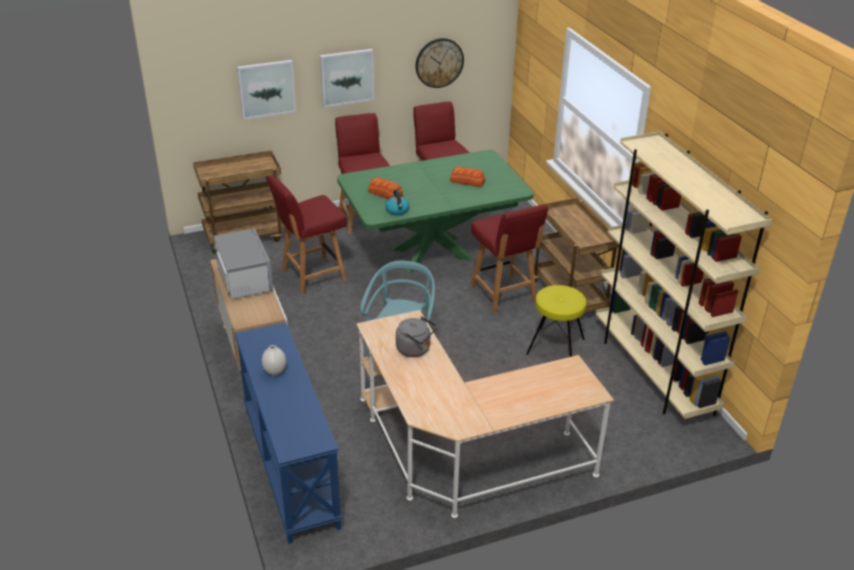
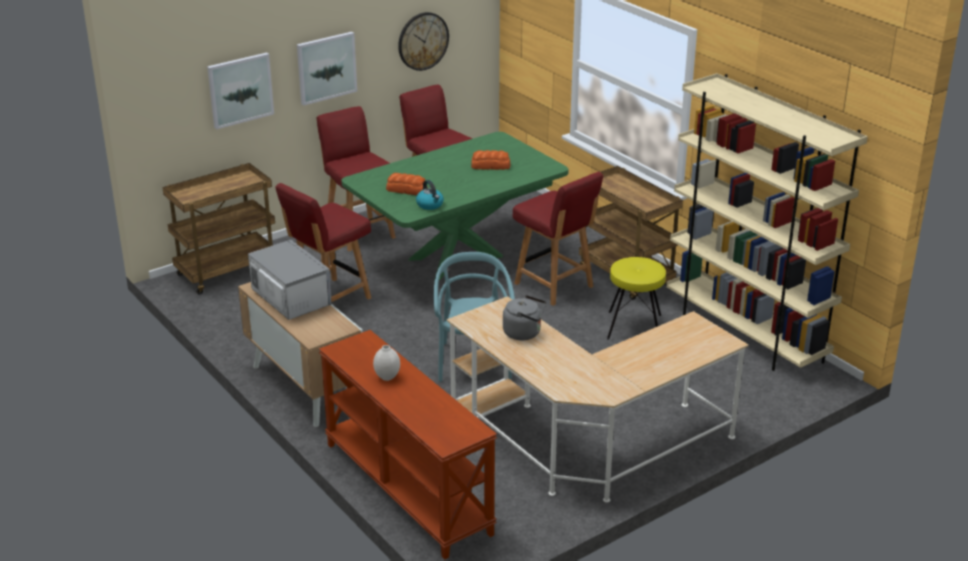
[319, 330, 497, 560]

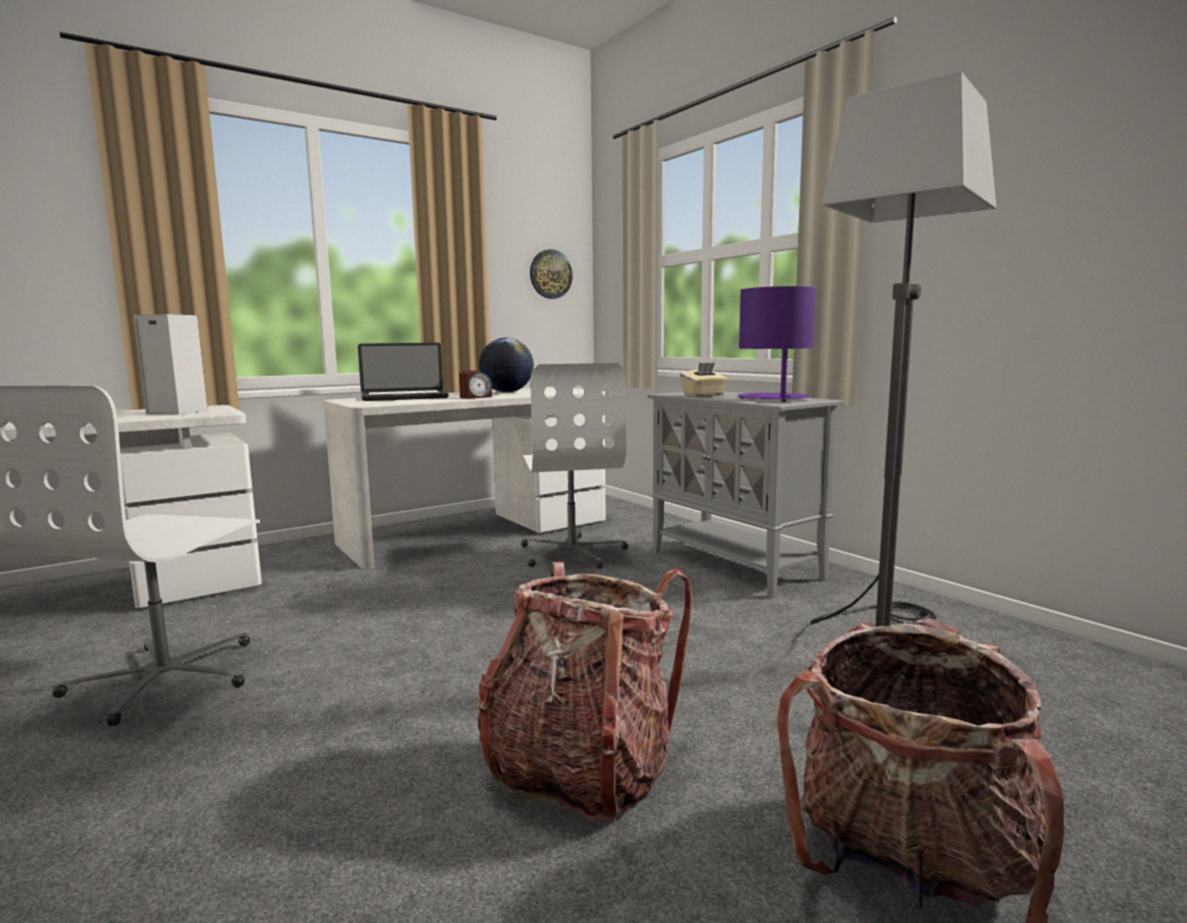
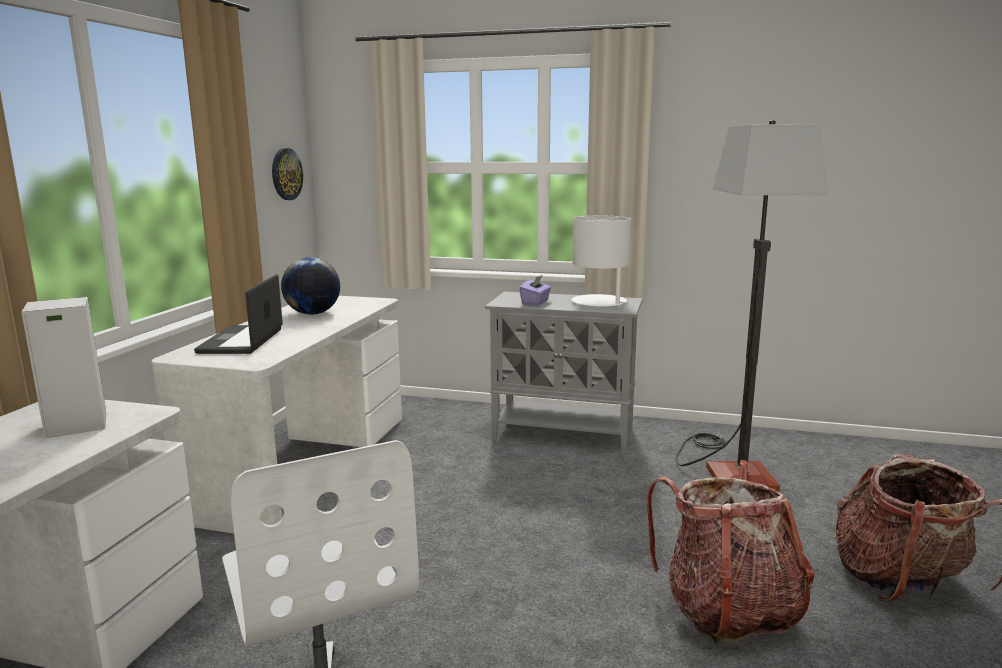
[194, 274, 283, 354]
[459, 371, 492, 399] (first image)
[521, 363, 628, 569] (first image)
[519, 275, 551, 306]
[571, 216, 631, 307]

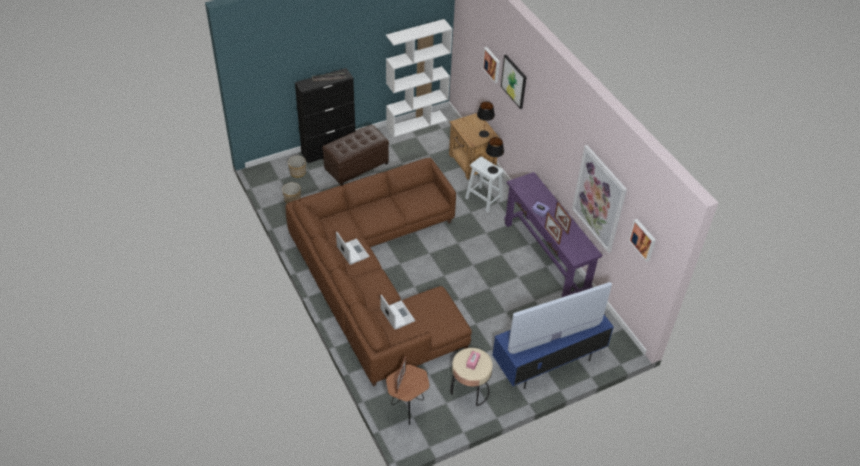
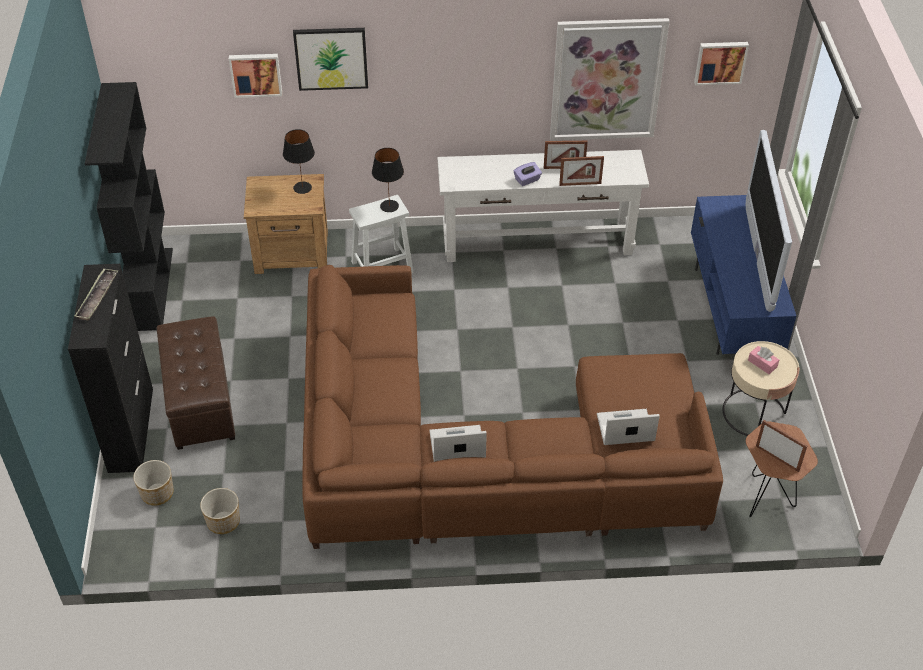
[85, 82, 173, 331]
[437, 150, 649, 262]

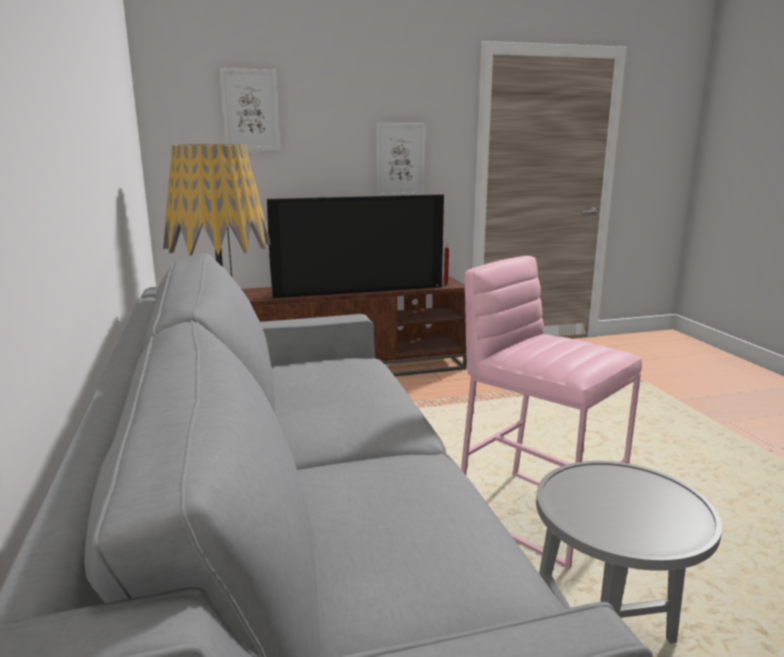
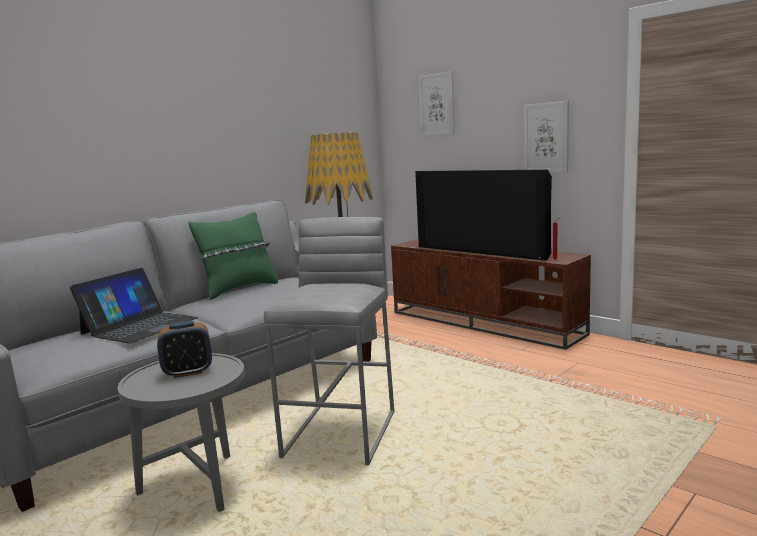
[264, 217, 394, 465]
[70, 268, 198, 344]
[157, 321, 212, 378]
[188, 212, 278, 300]

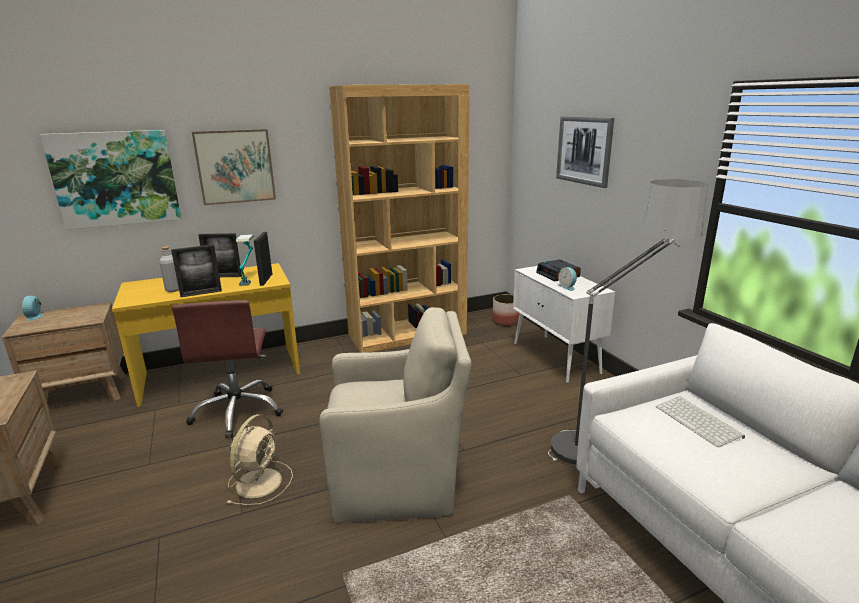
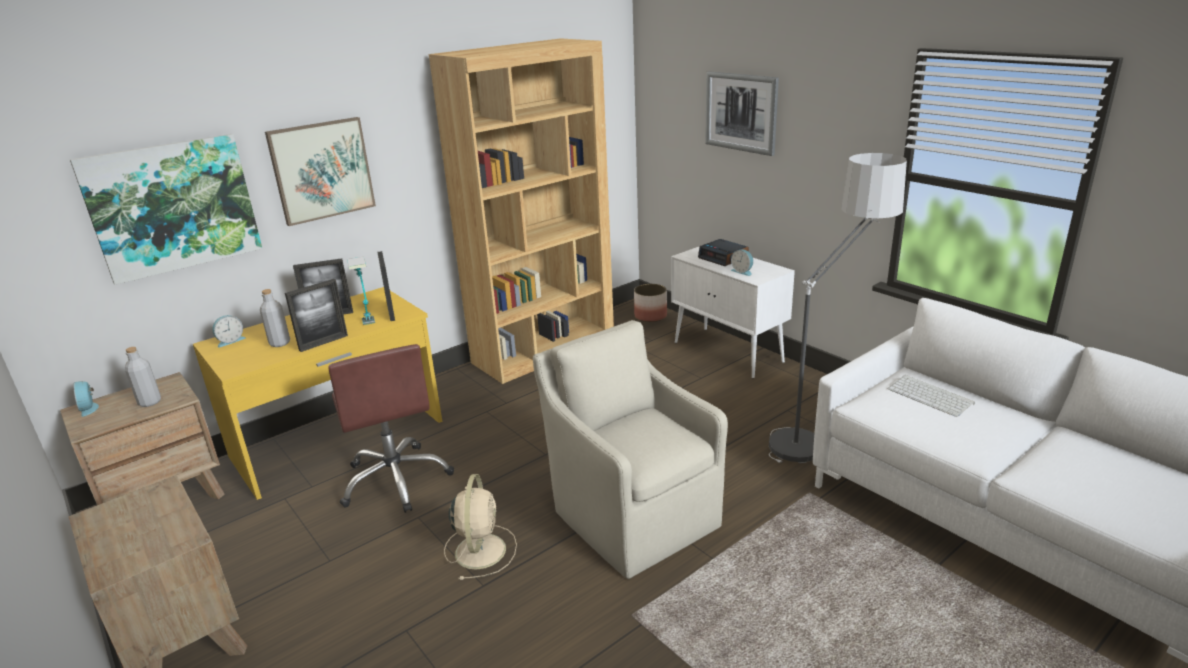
[533, 320, 728, 579]
[125, 347, 161, 407]
[212, 315, 246, 348]

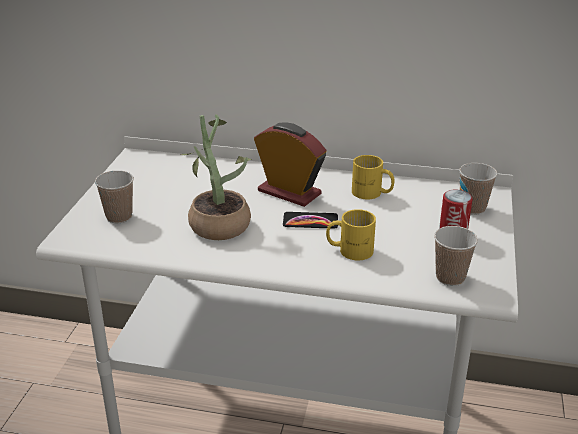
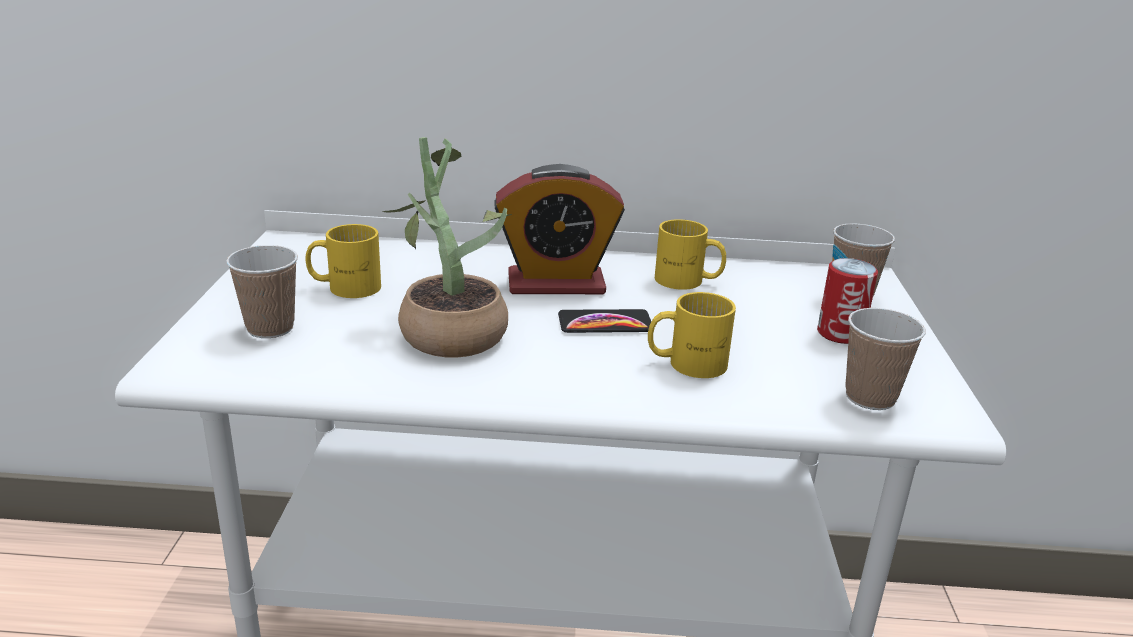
[494, 164, 625, 294]
[306, 224, 381, 298]

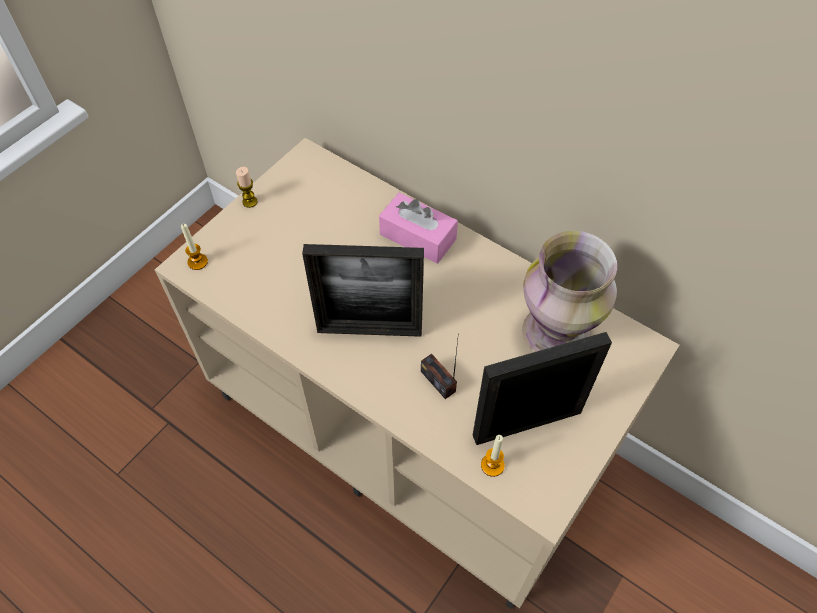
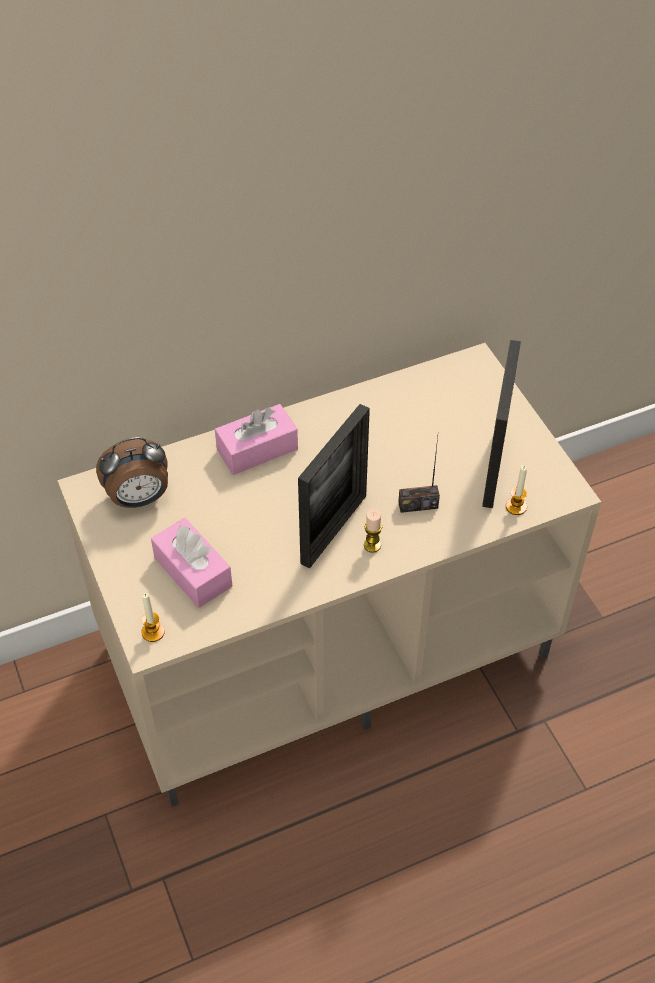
[364, 508, 382, 553]
[522, 231, 617, 352] (first image)
[96, 437, 168, 508]
[151, 518, 232, 608]

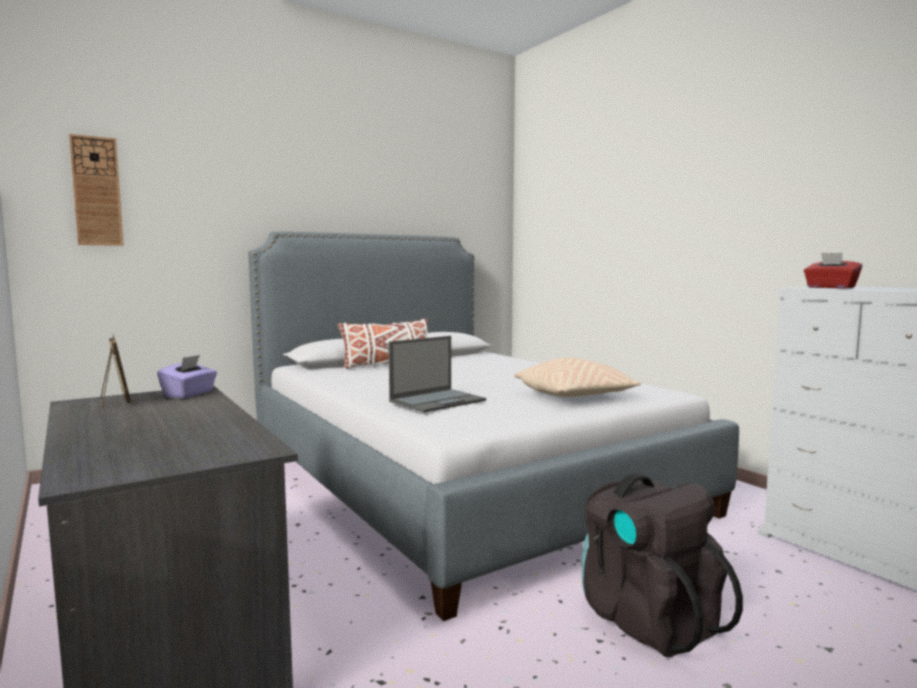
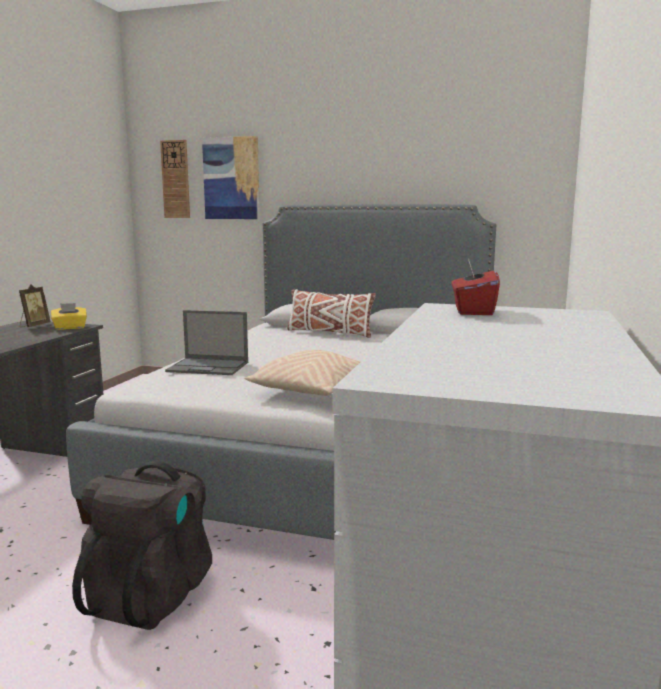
[51, 303, 87, 330]
[202, 136, 260, 219]

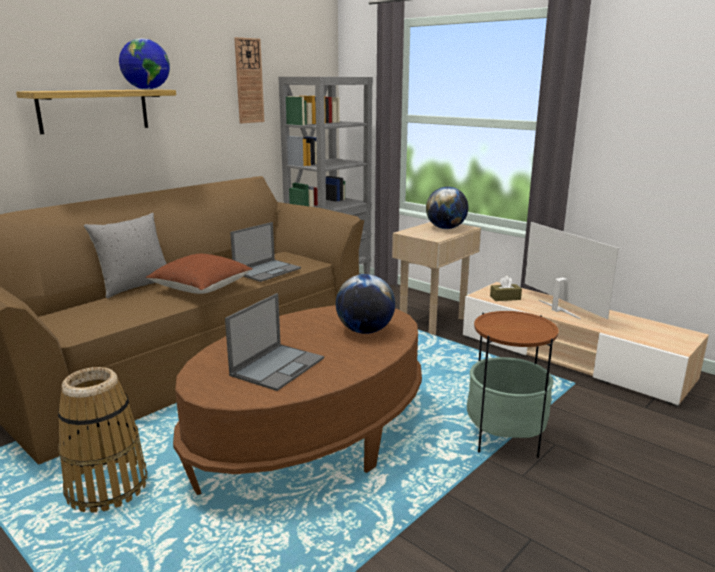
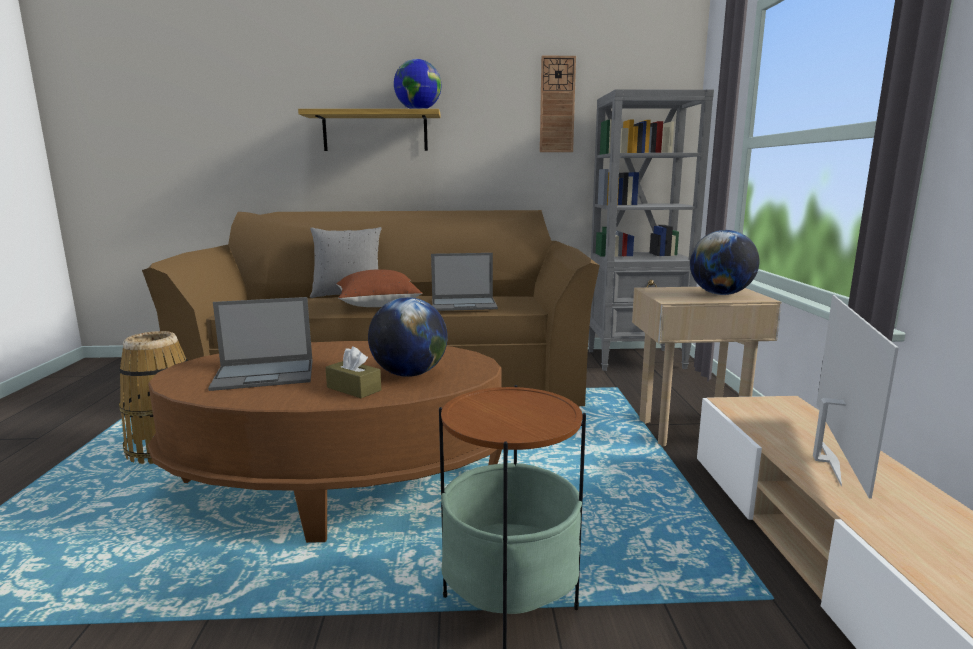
[325, 346, 381, 398]

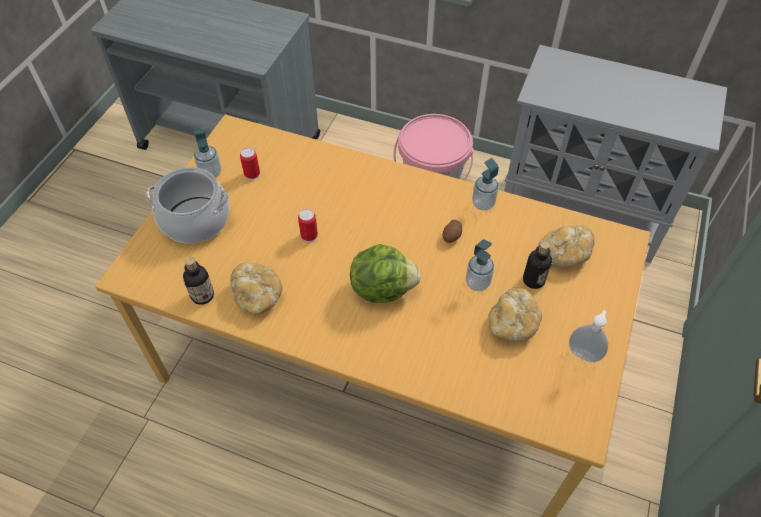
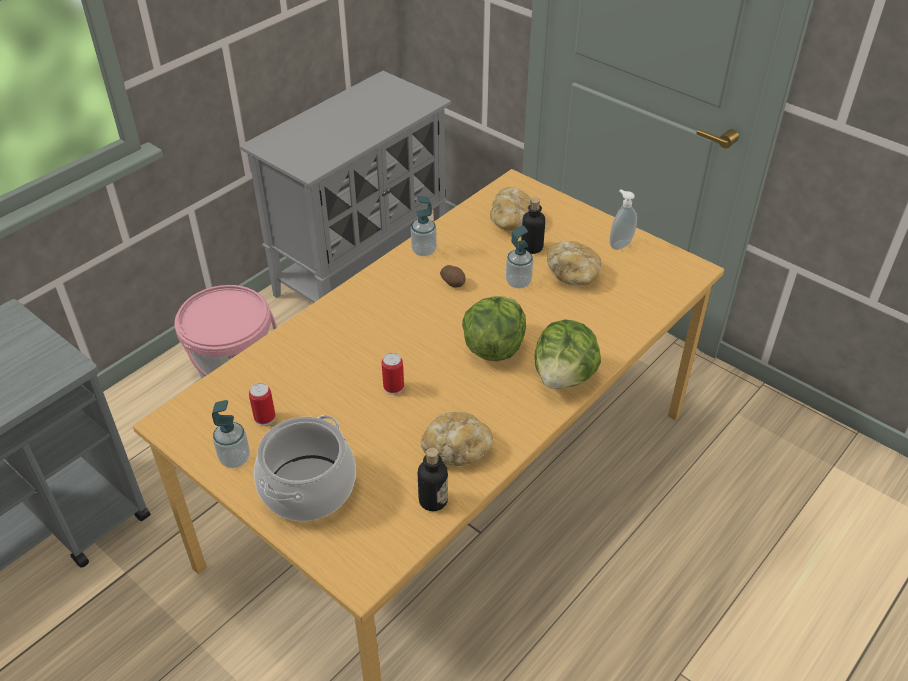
[535, 319, 601, 389]

